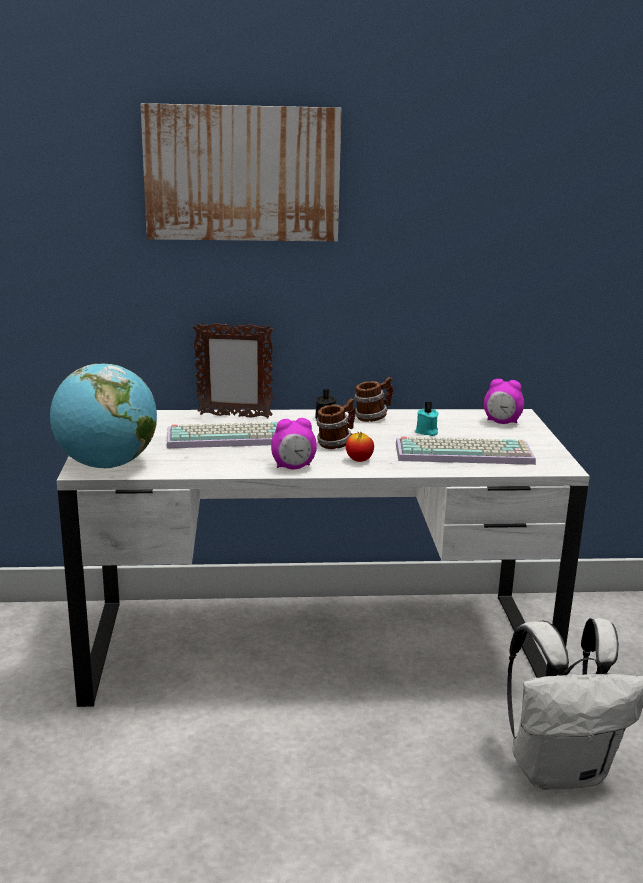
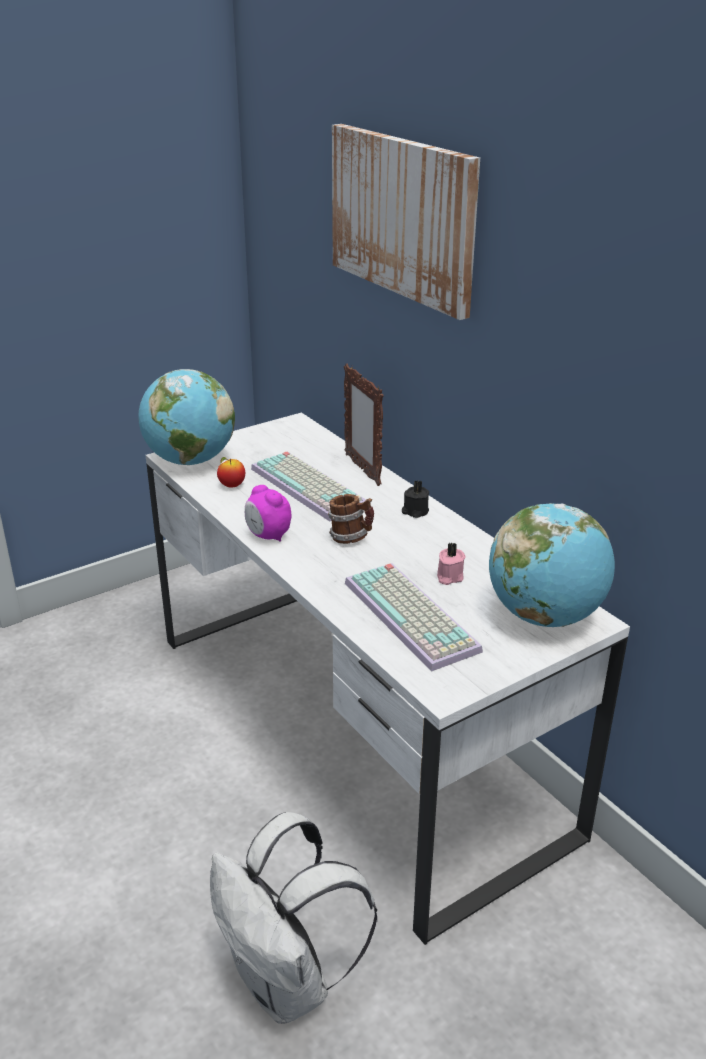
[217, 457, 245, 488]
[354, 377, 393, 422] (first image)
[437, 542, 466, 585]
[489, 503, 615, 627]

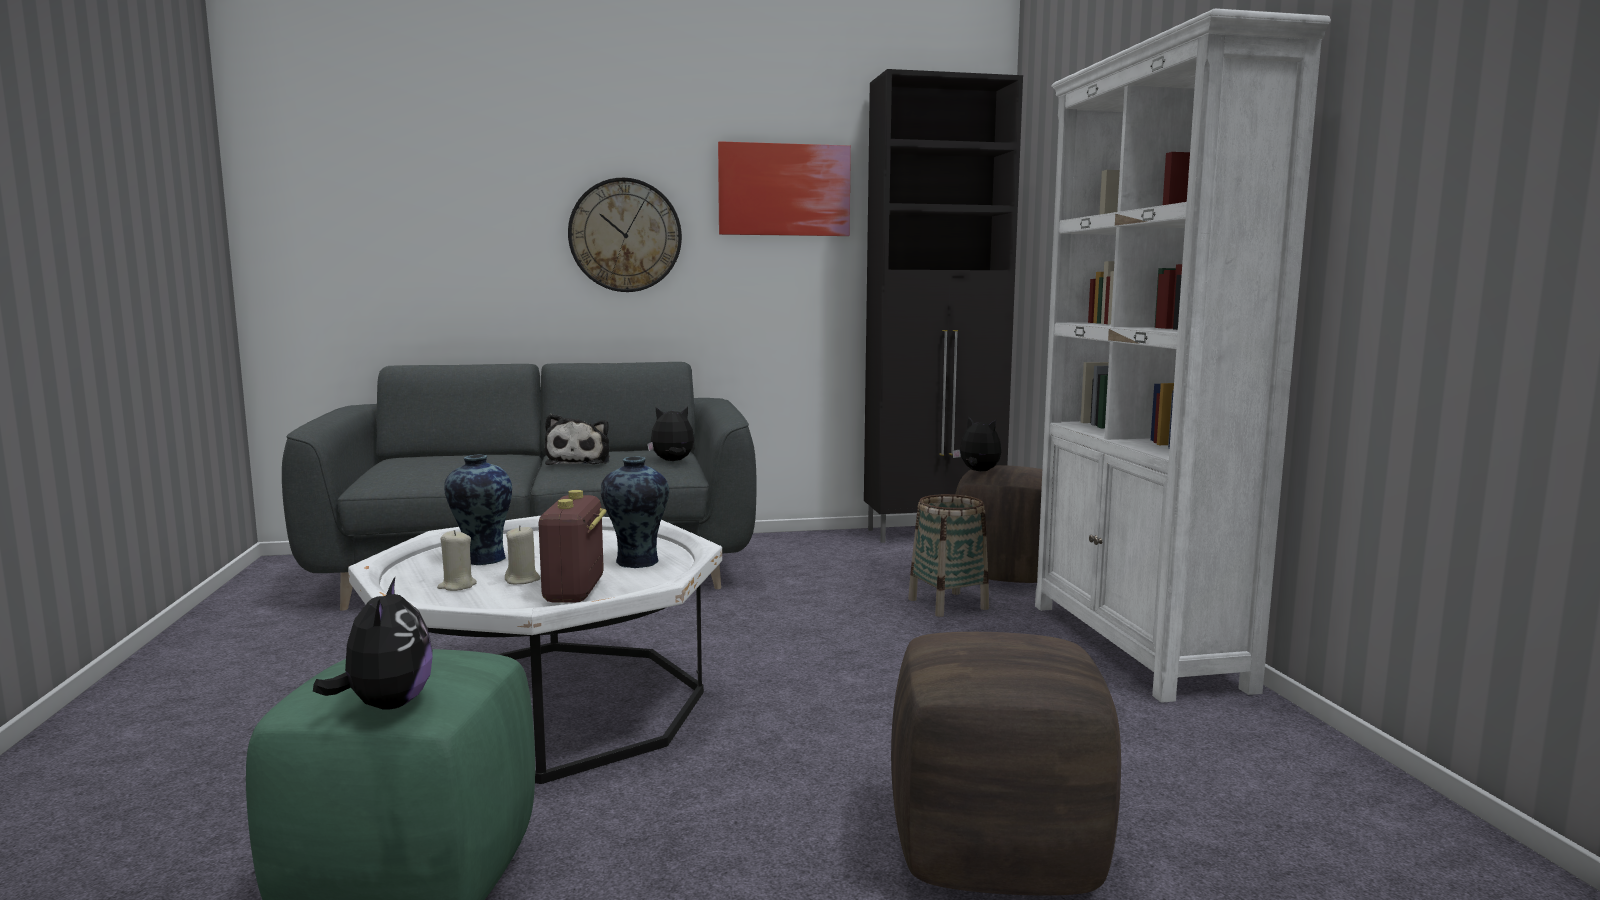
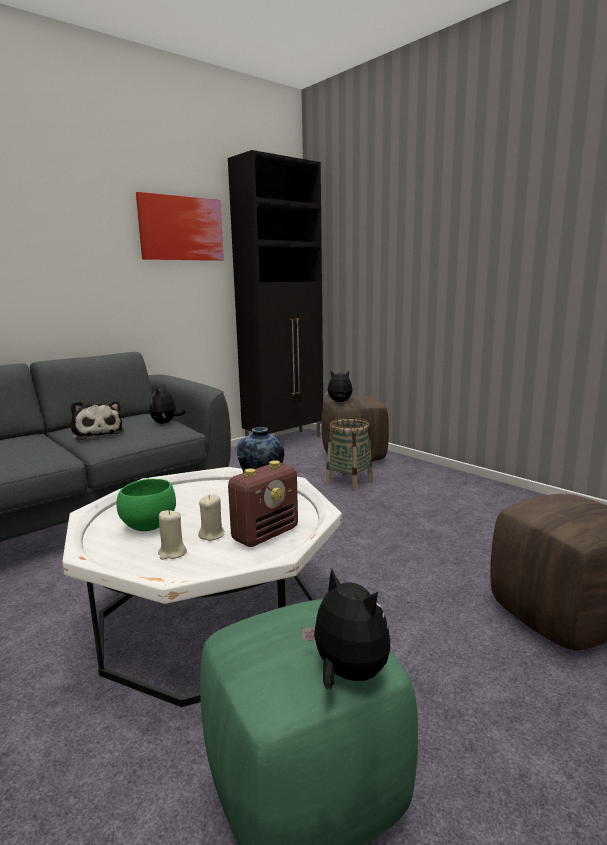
[116, 479, 176, 531]
[228, 460, 298, 547]
[568, 178, 682, 292] (first image)
[149, 383, 185, 424]
[1035, 8, 1331, 703] (first image)

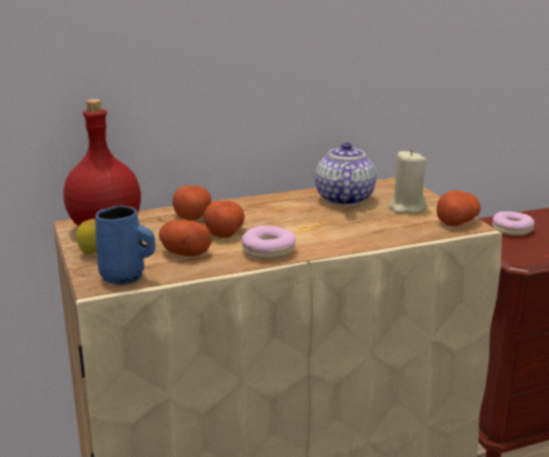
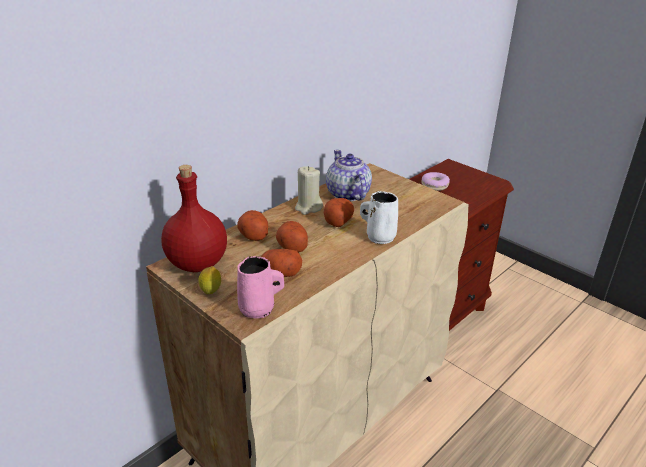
[237, 256, 284, 318]
[242, 225, 296, 260] (first image)
[295, 166, 323, 215]
[324, 198, 354, 227]
[360, 191, 398, 244]

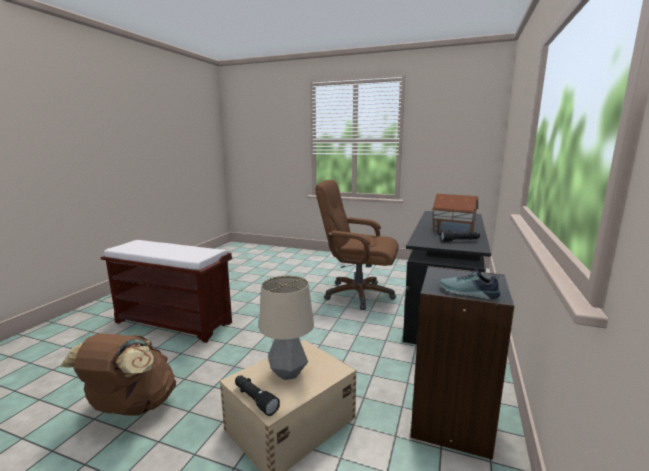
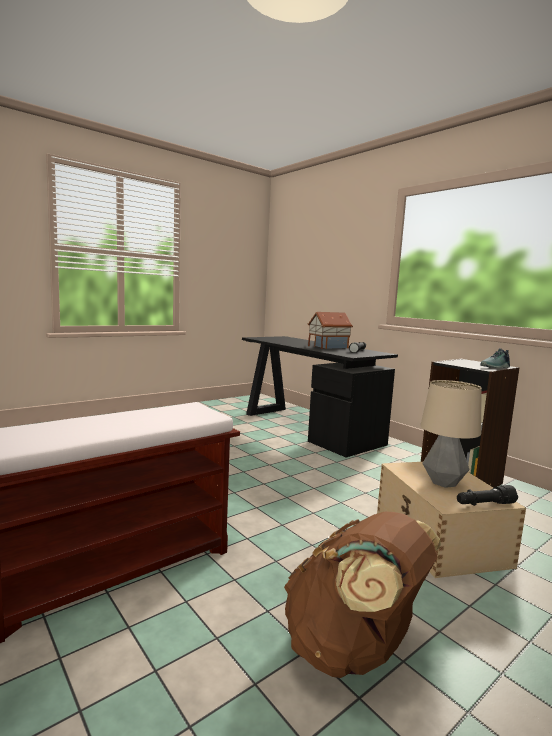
[315, 180, 399, 310] (first image)

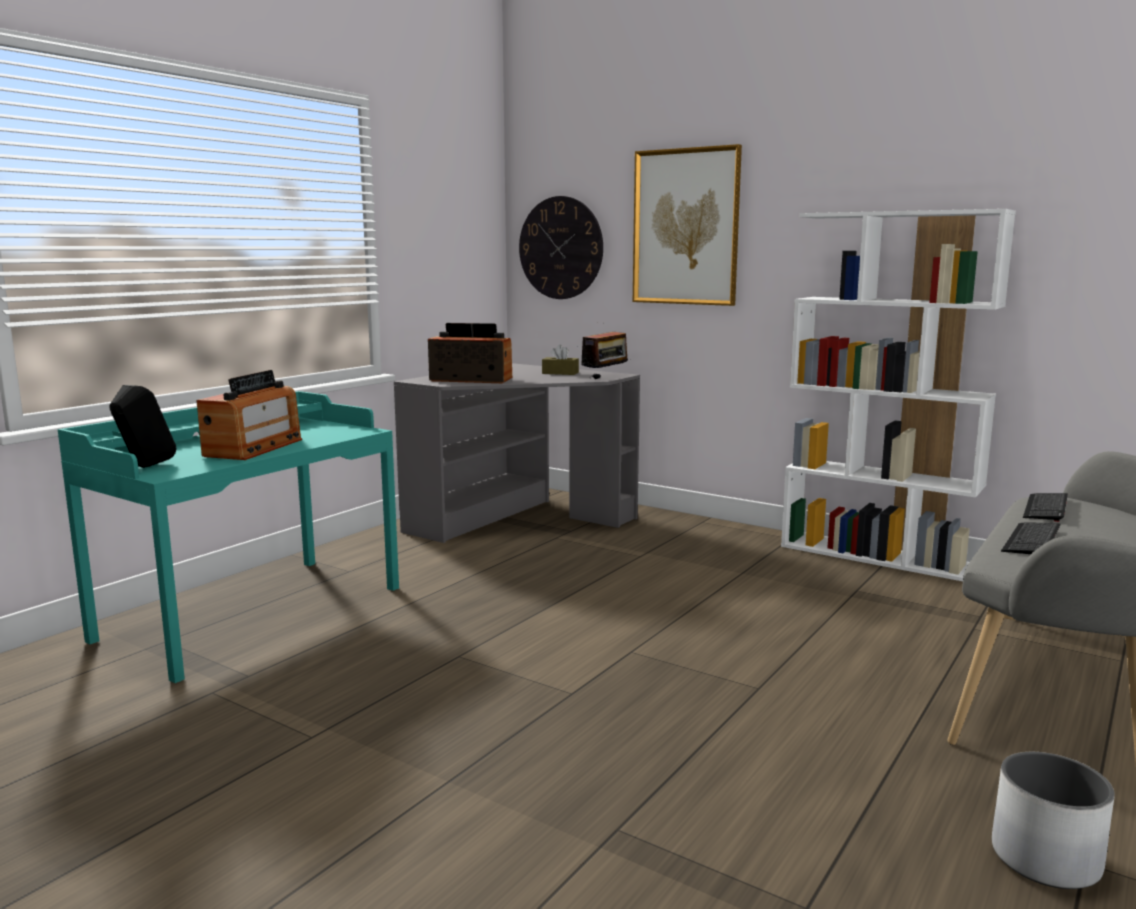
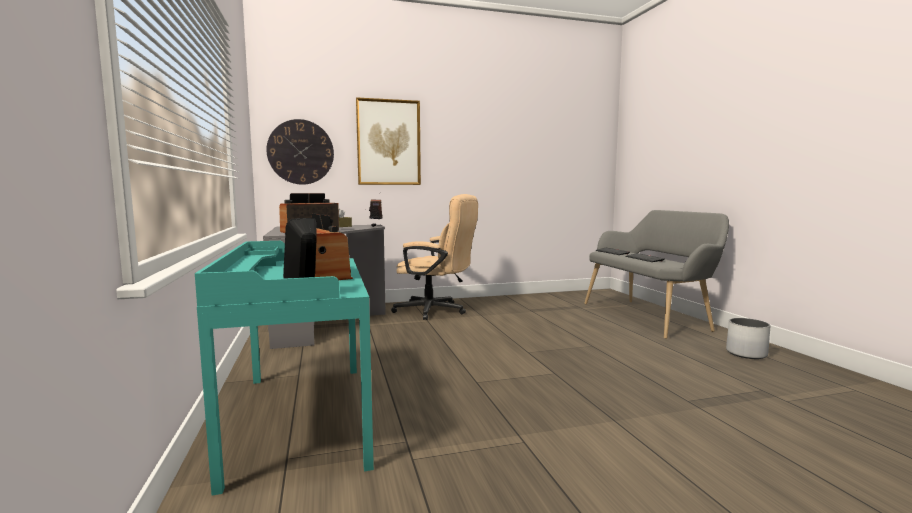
[781, 209, 1016, 581] (first image)
[391, 194, 478, 320]

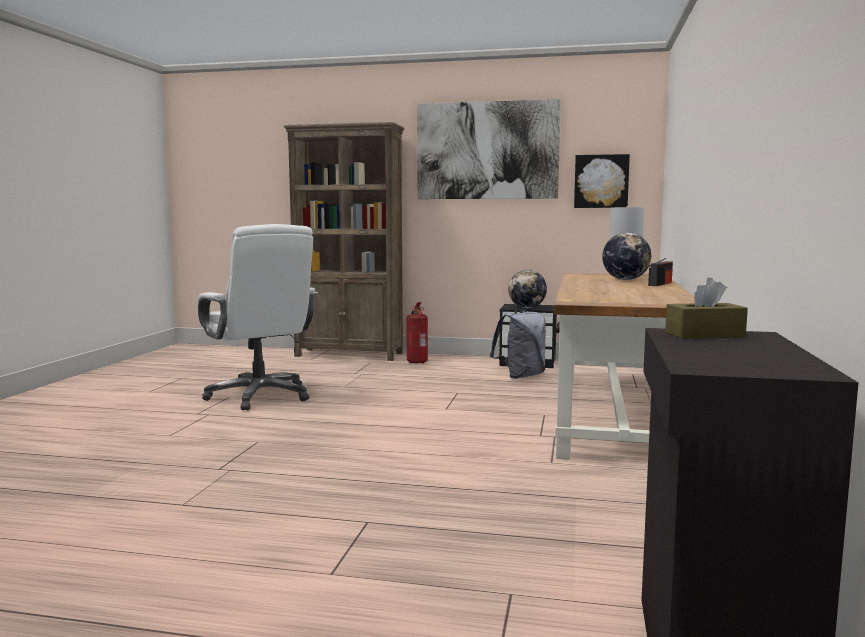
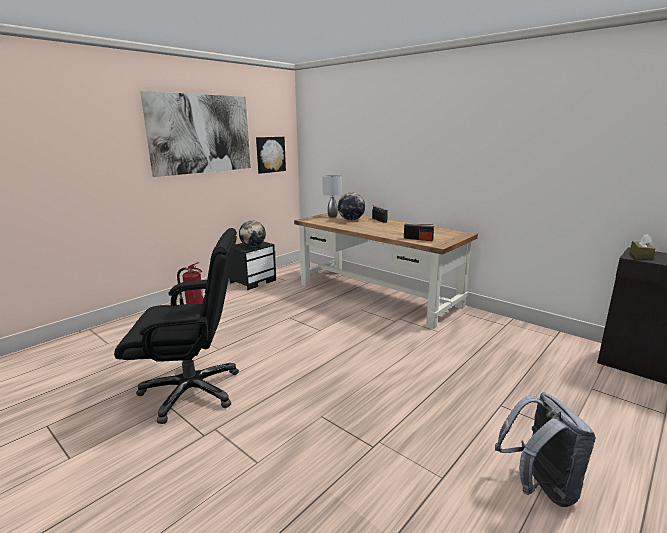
[114, 228, 239, 424]
[284, 122, 404, 361] (first image)
[495, 392, 596, 507]
[404, 224, 434, 241]

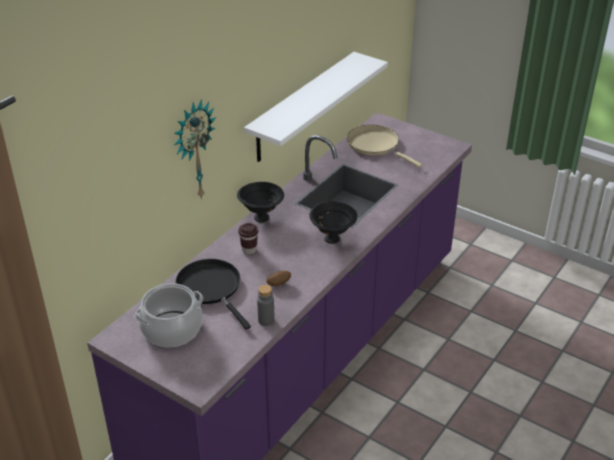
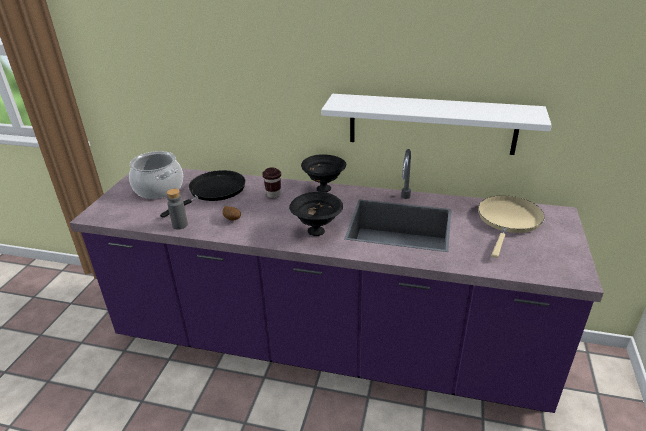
[174, 99, 216, 200] (first image)

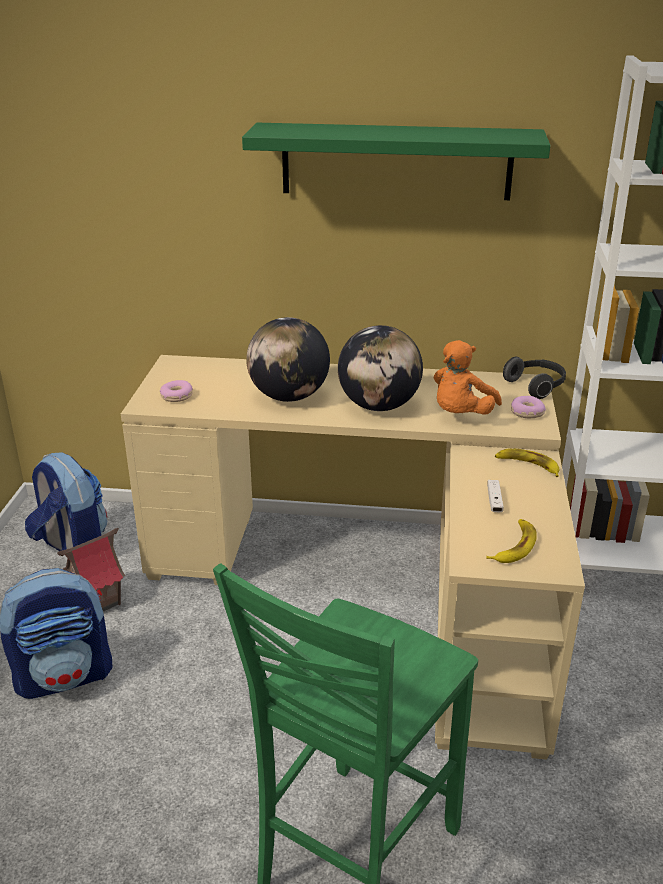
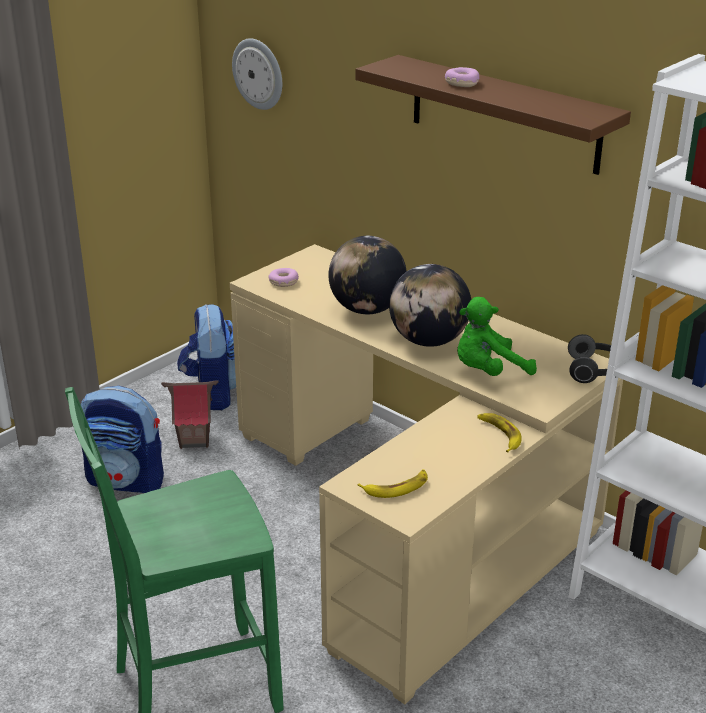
[355, 55, 631, 175]
[457, 297, 537, 376]
[487, 480, 504, 512] (first image)
[445, 67, 479, 87]
[232, 38, 282, 110]

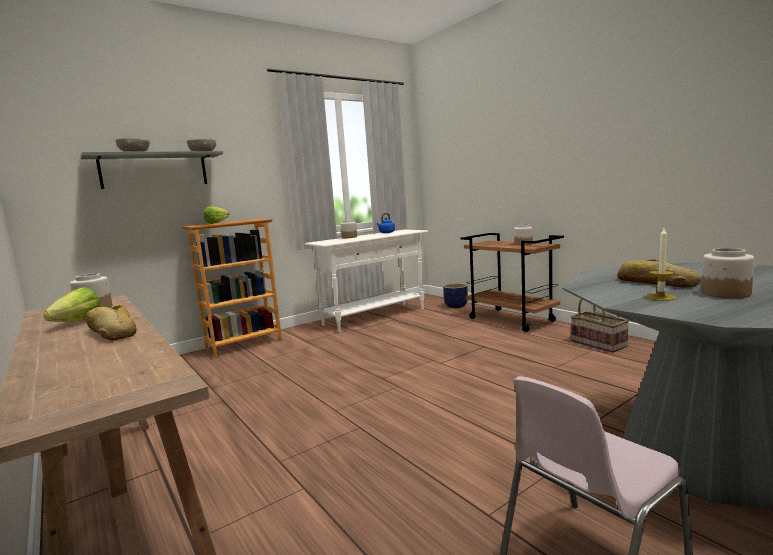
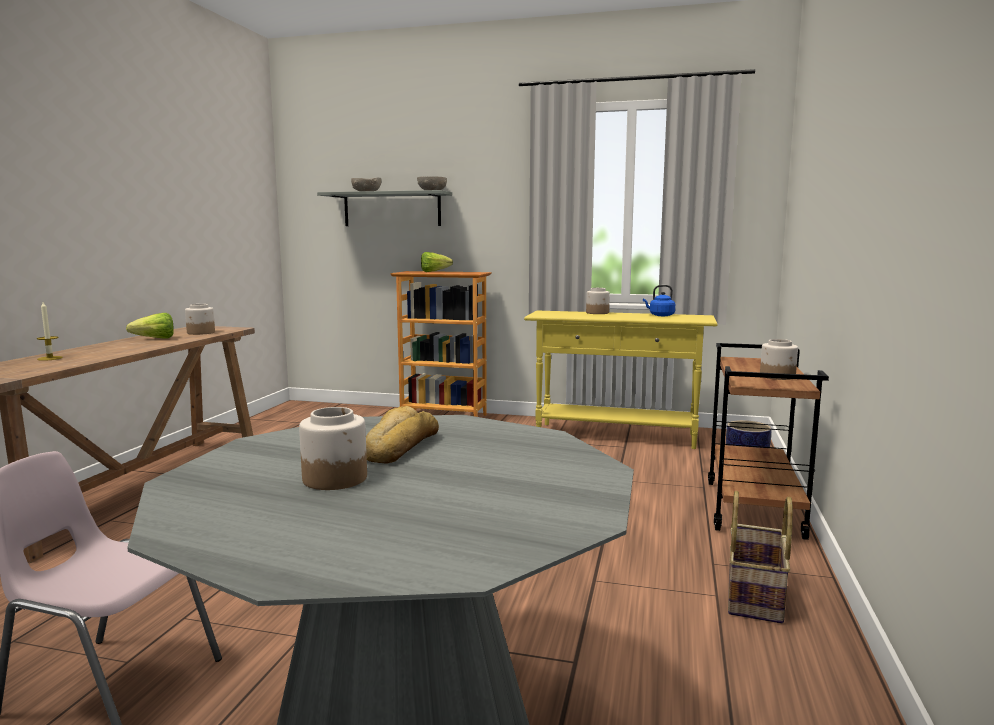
[86, 305, 137, 341] (first image)
[524, 311, 718, 449]
[37, 302, 63, 361]

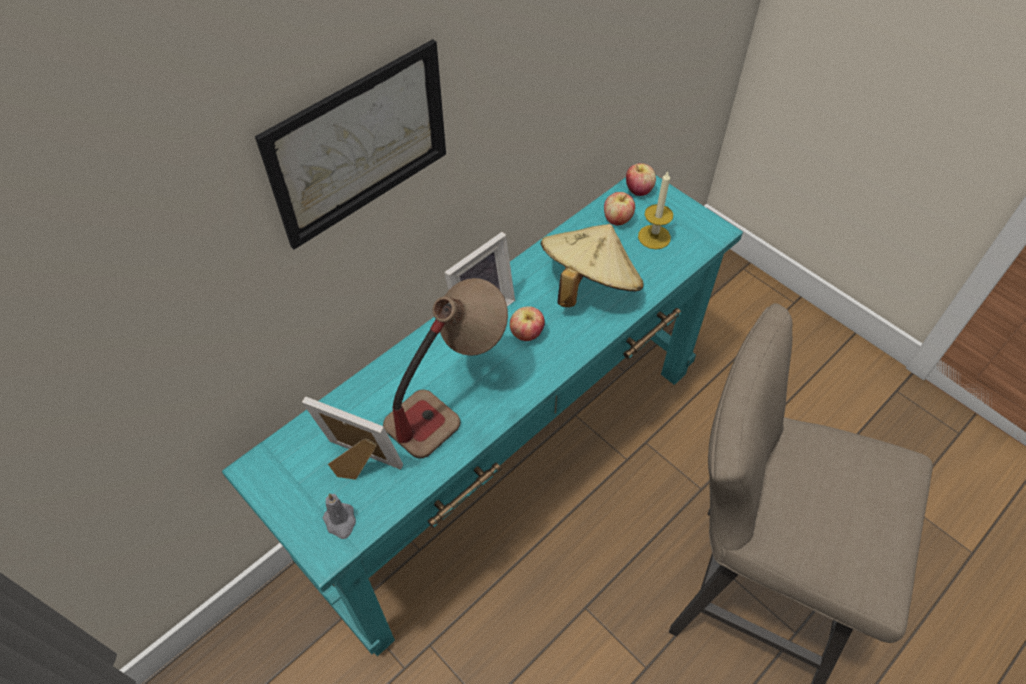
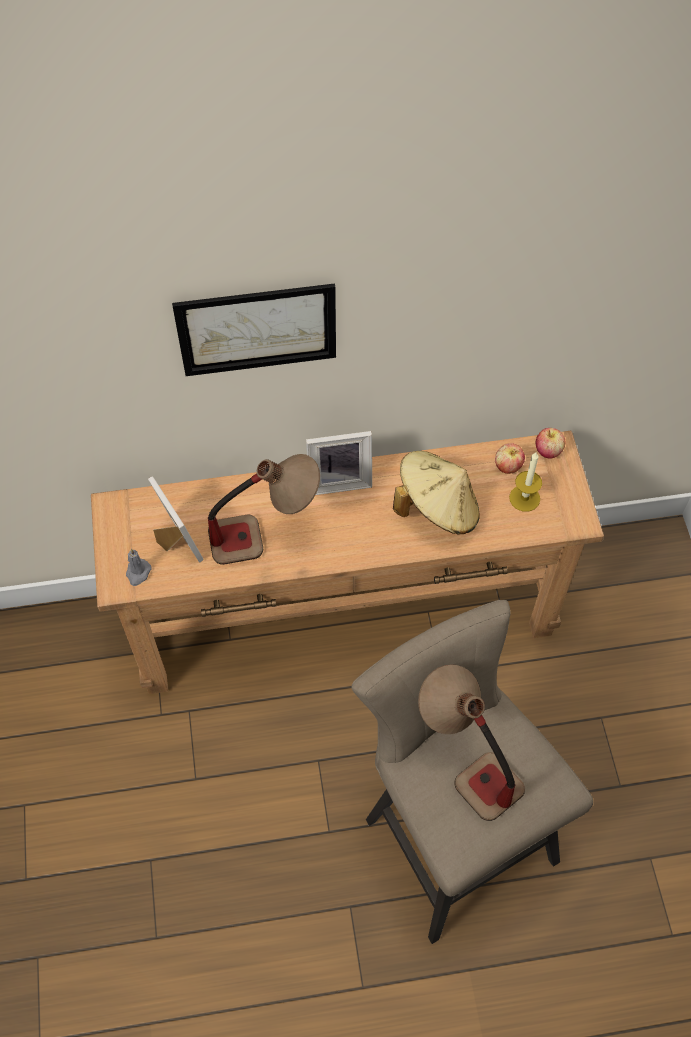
[91, 431, 604, 694]
[510, 306, 545, 341] (first image)
[418, 664, 525, 821]

